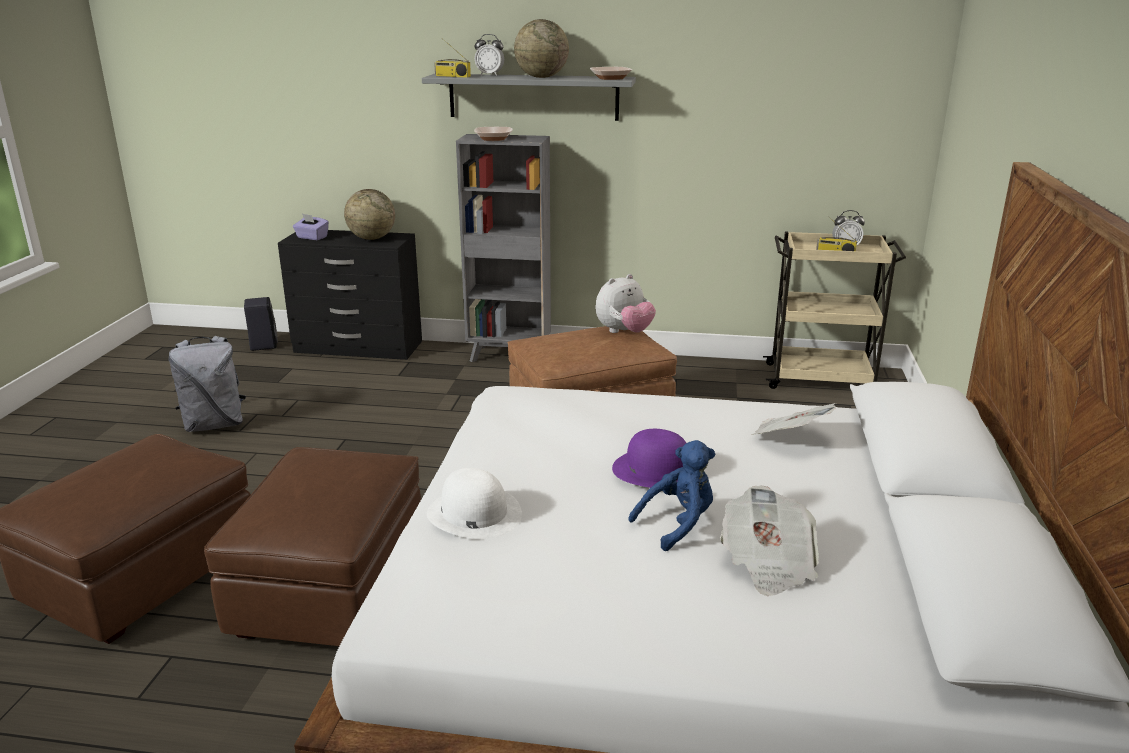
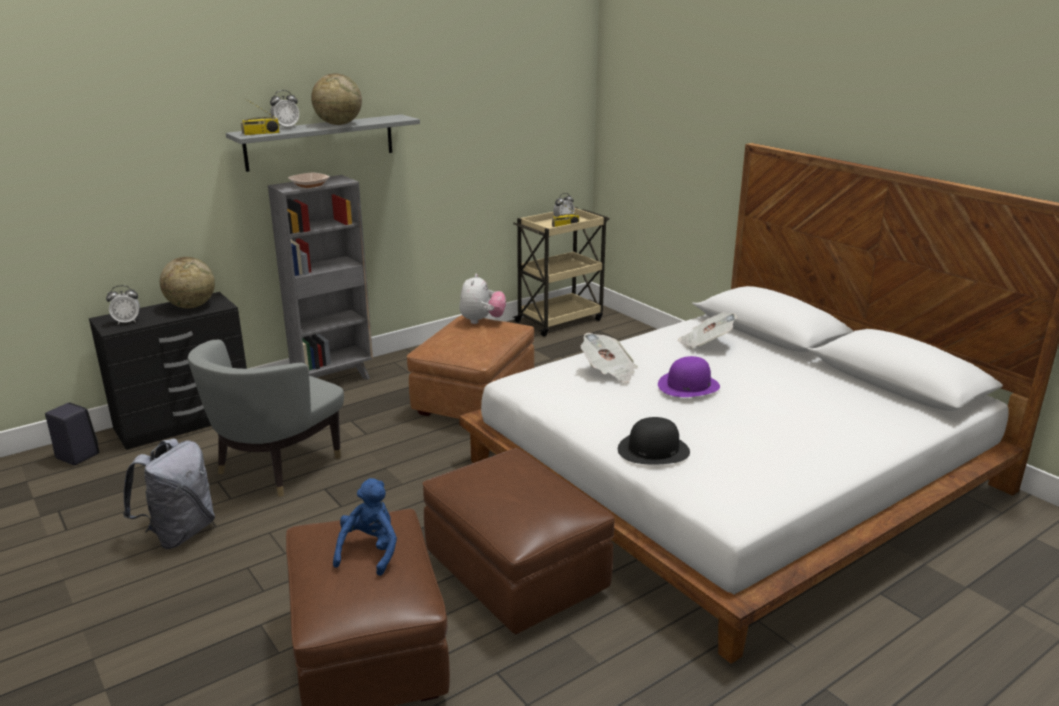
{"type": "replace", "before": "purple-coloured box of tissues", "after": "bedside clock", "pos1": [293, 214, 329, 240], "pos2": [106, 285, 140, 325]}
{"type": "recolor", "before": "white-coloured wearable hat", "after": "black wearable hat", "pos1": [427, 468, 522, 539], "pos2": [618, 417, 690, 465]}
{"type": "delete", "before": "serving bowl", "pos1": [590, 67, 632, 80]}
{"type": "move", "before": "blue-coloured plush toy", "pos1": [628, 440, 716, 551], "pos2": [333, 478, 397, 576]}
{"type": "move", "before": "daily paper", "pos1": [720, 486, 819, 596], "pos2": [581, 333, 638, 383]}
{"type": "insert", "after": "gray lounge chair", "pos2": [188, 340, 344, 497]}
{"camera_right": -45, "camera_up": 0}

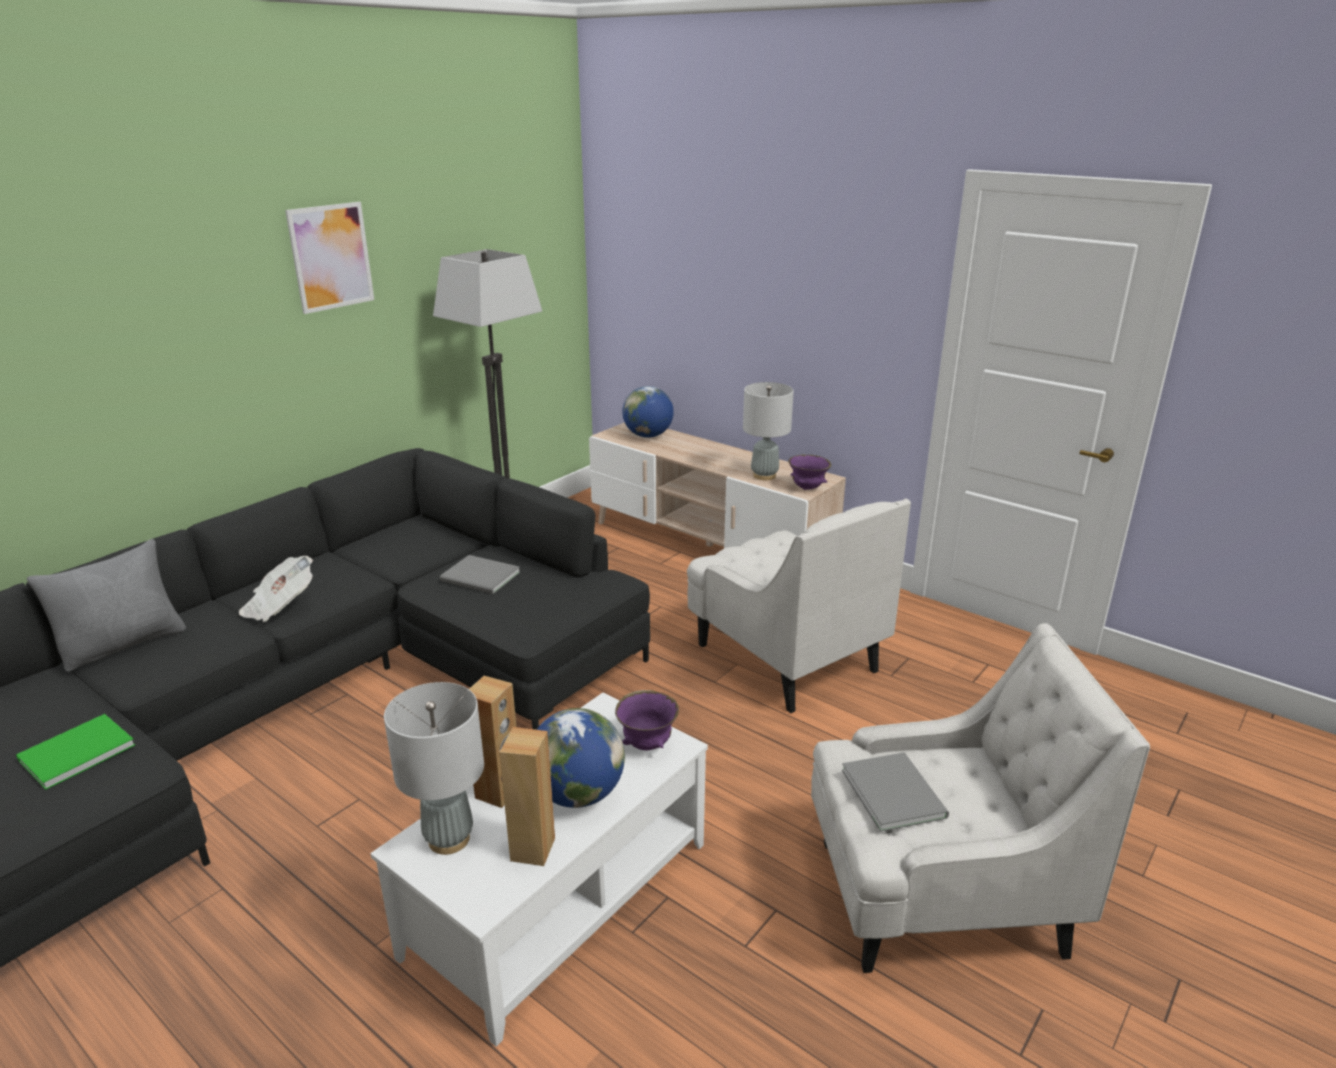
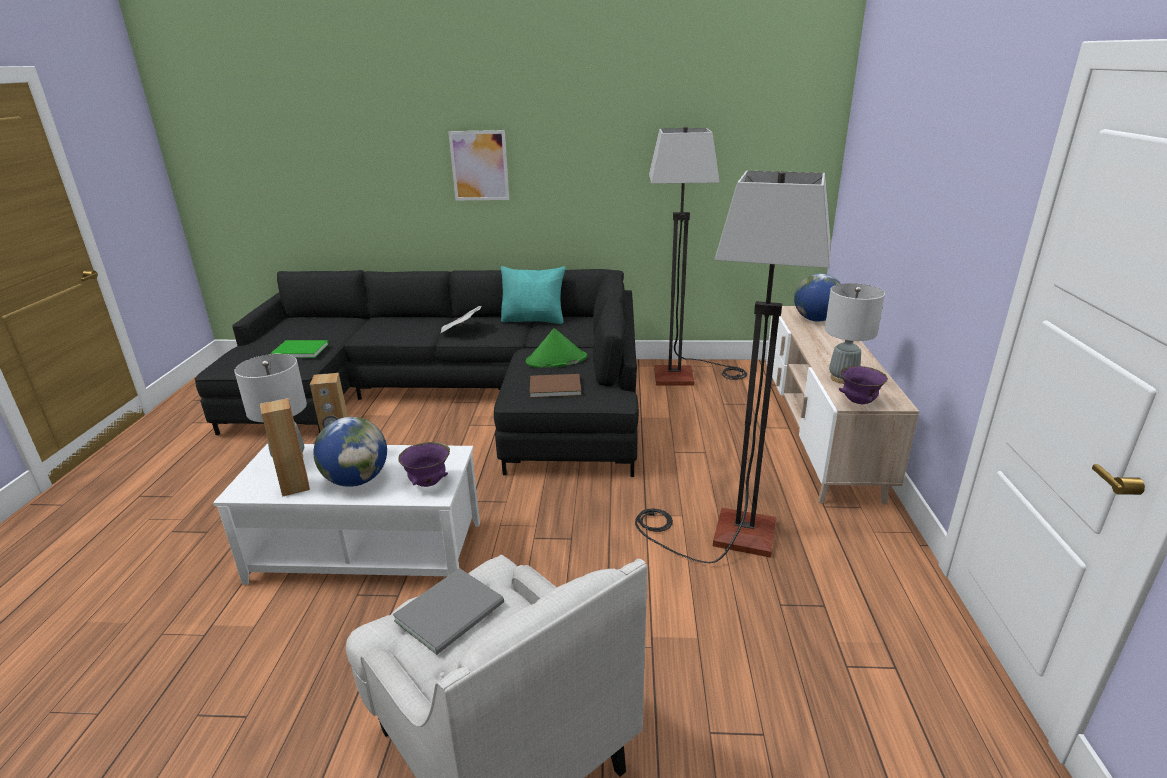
{"type": "delete", "before": "gray pillow", "pos1": [27, 539, 186, 672]}
{"type": "move", "before": "picture", "pos1": [285, 202, 374, 314], "pos2": [448, 130, 509, 200]}
{"type": "replace", "before": "gray volume", "after": "green wearable hat", "pos1": [440, 555, 520, 594], "pos2": [526, 328, 587, 368]}
{"type": "replace", "before": "white-coloured lounge chair", "after": "floor lamp", "pos1": [687, 498, 911, 713], "pos2": [635, 171, 831, 563]}
{"type": "insert", "after": "blue-green pillow", "pos2": [501, 266, 565, 324]}
{"type": "insert", "after": "brown volume", "pos2": [530, 374, 581, 398]}
{"camera_right": 55, "camera_up": 0}

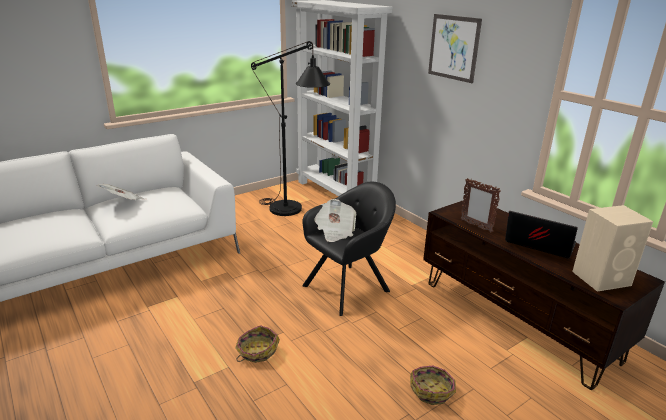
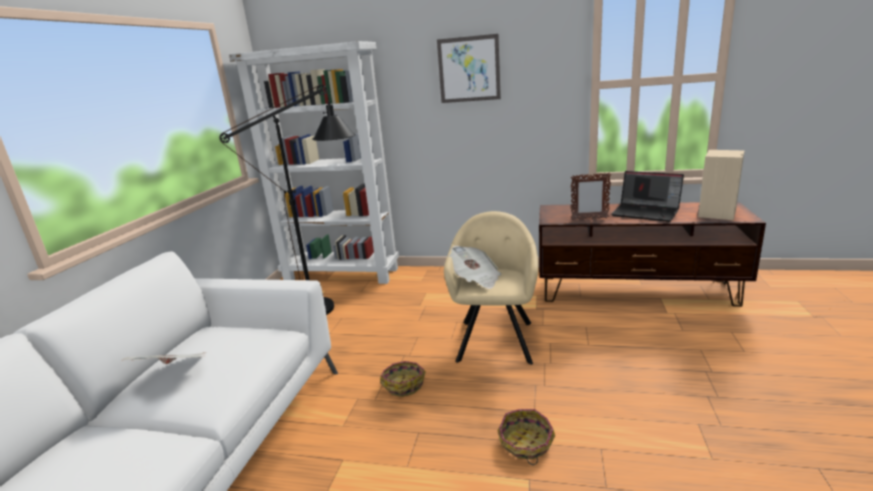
{"type": "recolor", "before": "black lounge chair", "after": "beige lounge chair", "pos1": [302, 182, 396, 316], "pos2": [444, 211, 539, 364]}
{"type": "move", "before": "basket", "pos1": [410, 366, 456, 405], "pos2": [380, 361, 426, 397]}
{"type": "rotate", "before": "portable computer", "pos1": [505, 211, 578, 258], "pos2": [611, 171, 684, 222], "turn": -135}
{"camera_right": -40, "camera_up": -5}

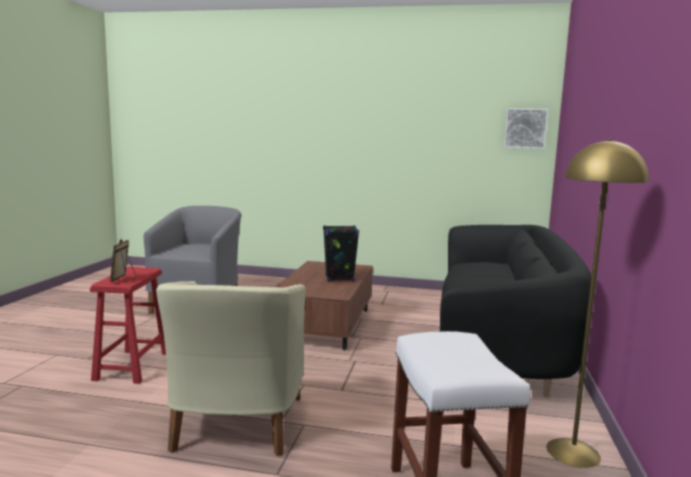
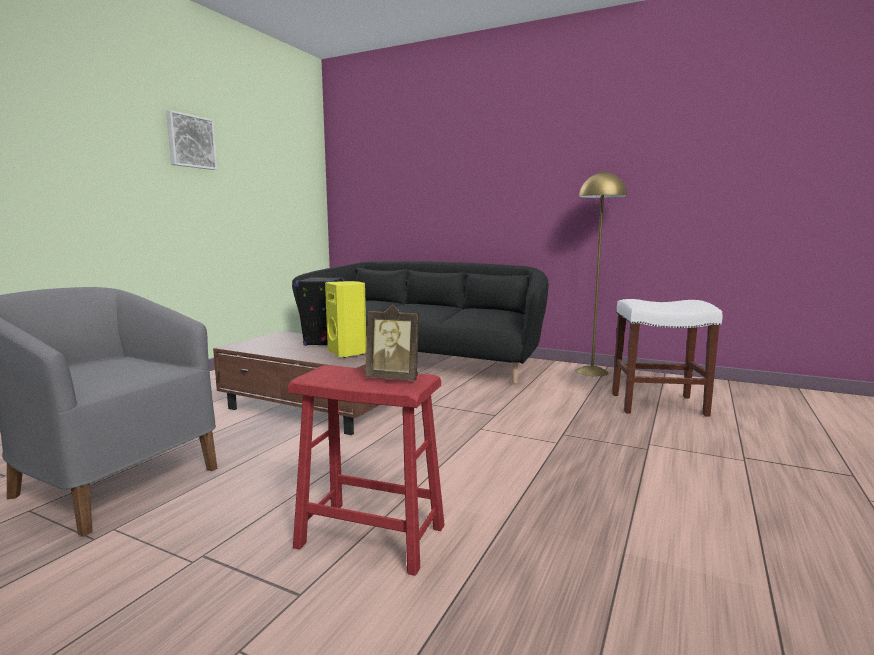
{"type": "delete", "before": "beige lounge chair", "pos1": [156, 281, 306, 456]}
{"type": "move", "before": "picture", "pos1": [504, 108, 548, 149], "pos2": [166, 110, 217, 170]}
{"type": "insert", "after": "yellow-coloured speaker", "pos2": [325, 281, 367, 358]}
{"camera_right": -75, "camera_up": 0}

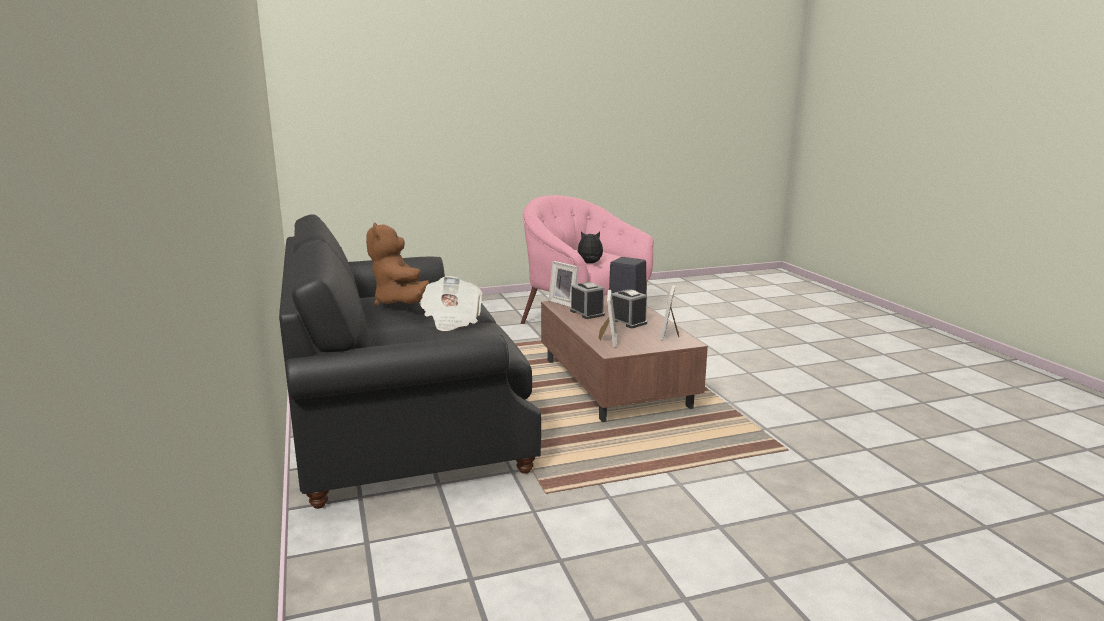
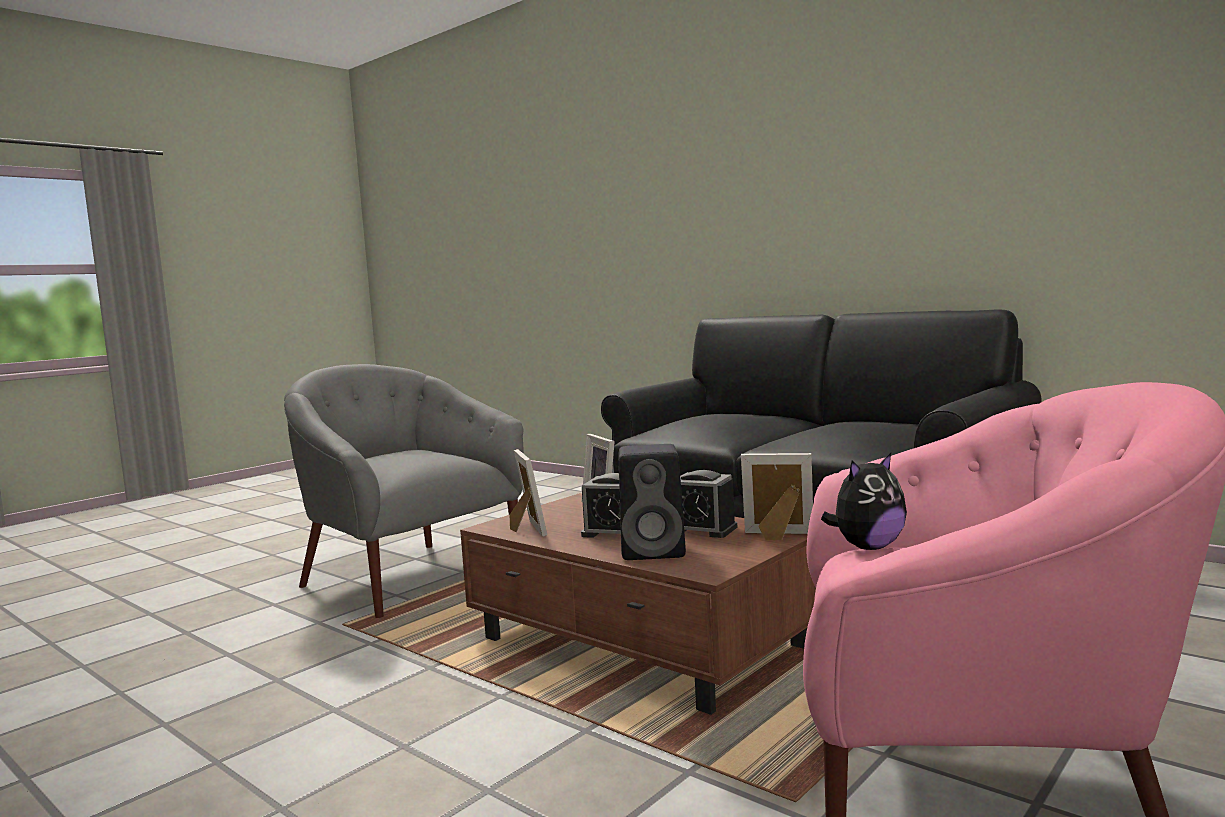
{"type": "delete", "before": "brown plush toy", "pos1": [366, 223, 429, 306]}
{"type": "delete", "before": "daily paper", "pos1": [420, 276, 483, 331]}
{"type": "insert", "after": "gray lounge chair", "pos2": [284, 364, 524, 618]}
{"camera_right": 150, "camera_up": -10}

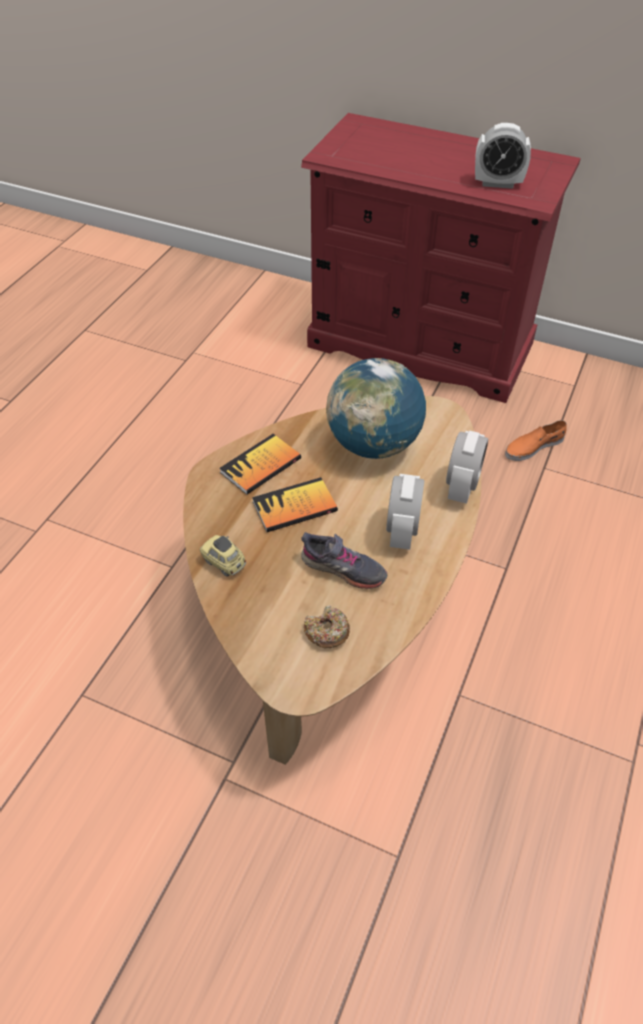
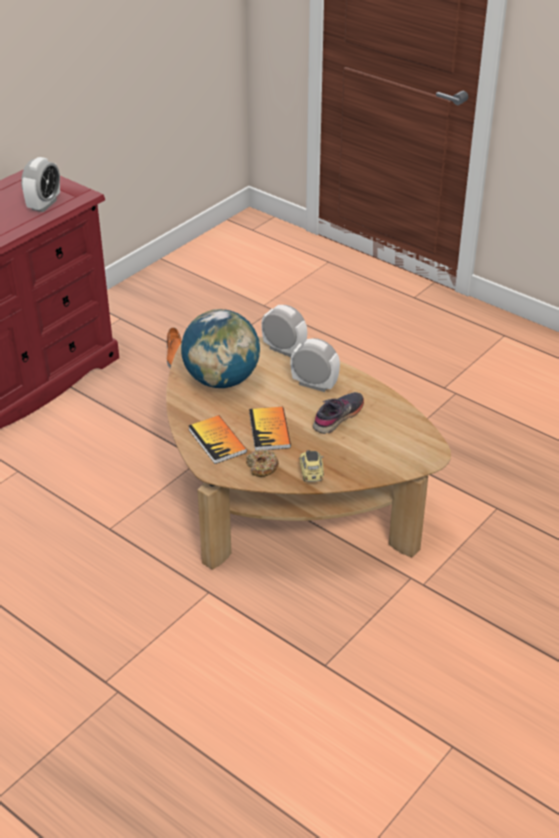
{"type": "rotate", "before": "miniature car", "pos1": [200, 535, 246, 577], "pos2": [299, 450, 324, 482], "turn": 120}
{"type": "move", "before": "ring doughnut", "pos1": [304, 605, 350, 648], "pos2": [246, 449, 279, 477]}
{"camera_right": -75, "camera_up": -10}

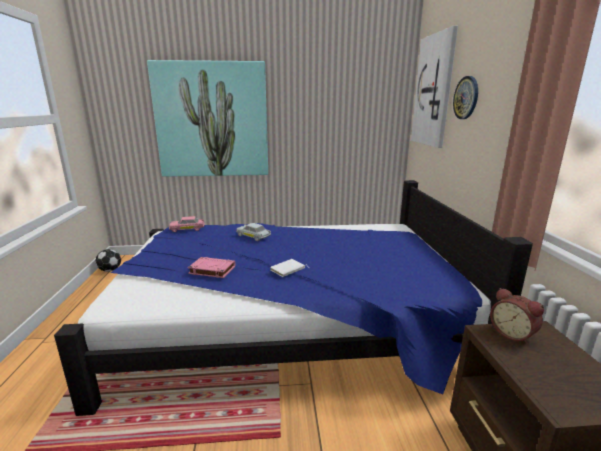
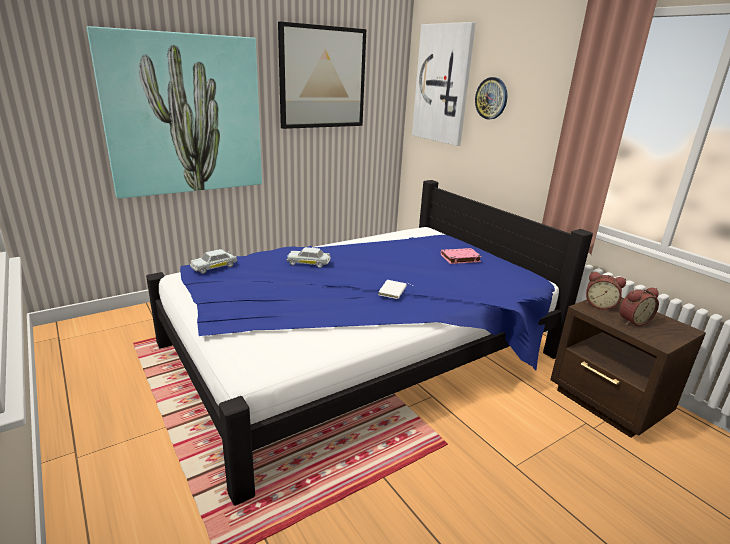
{"type": "delete", "before": "ball for football", "pos1": [95, 249, 121, 272]}
{"type": "recolor", "before": "pinkish miniature car", "after": "white-coloured miniature car", "pos1": [169, 216, 205, 232], "pos2": [190, 249, 238, 274]}
{"type": "move", "before": "pinkish volume", "pos1": [188, 257, 236, 278], "pos2": [441, 248, 482, 264]}
{"type": "insert", "after": "picture", "pos2": [278, 22, 366, 129]}
{"type": "insert", "after": "bedside clock", "pos2": [619, 288, 659, 326]}
{"camera_right": -30, "camera_up": 5}

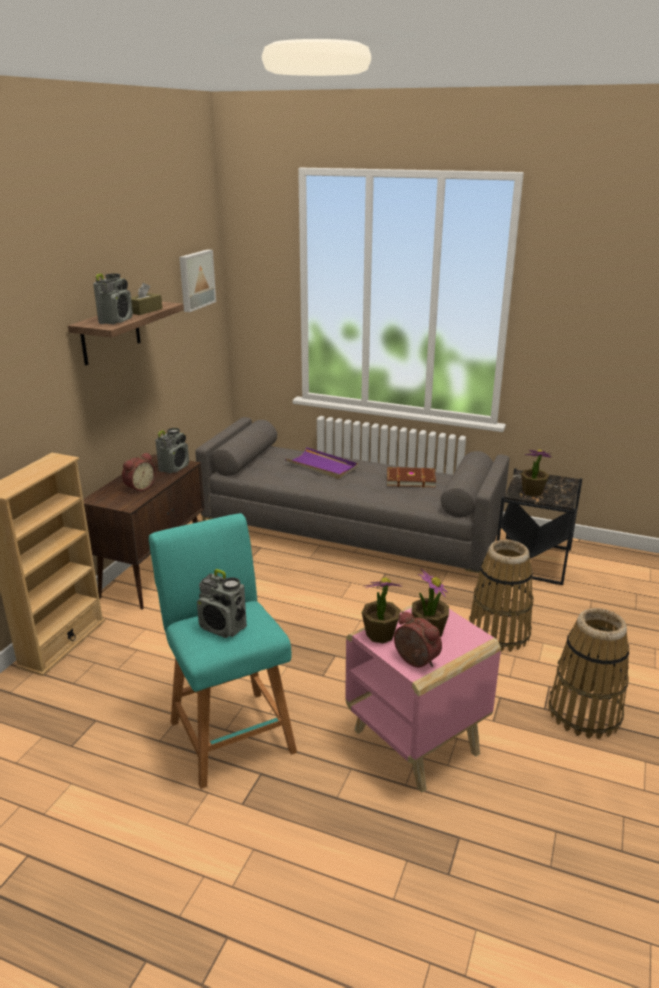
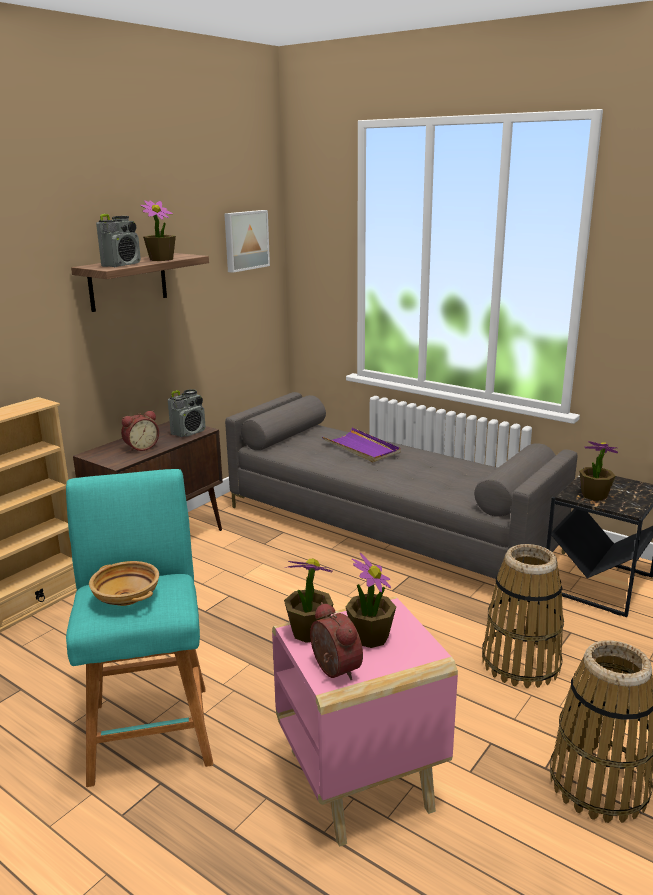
{"type": "replace", "before": "brown box of tissues", "after": "houseplant", "pos1": [131, 283, 162, 315], "pos2": [140, 200, 176, 261]}
{"type": "replace", "before": "radio receiver", "after": "beige serving bowl", "pos1": [197, 569, 247, 638], "pos2": [89, 561, 159, 606]}
{"type": "delete", "before": "brown volume", "pos1": [387, 467, 436, 488]}
{"camera_right": 15, "camera_up": -5}

